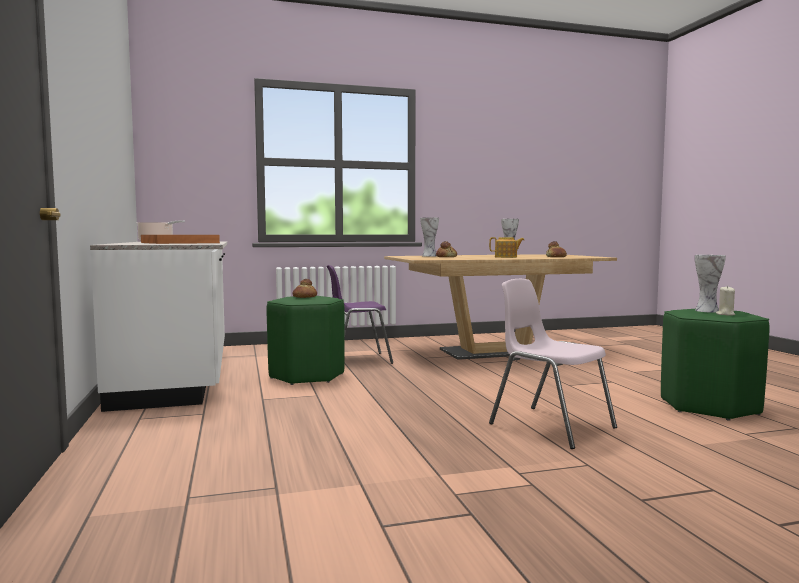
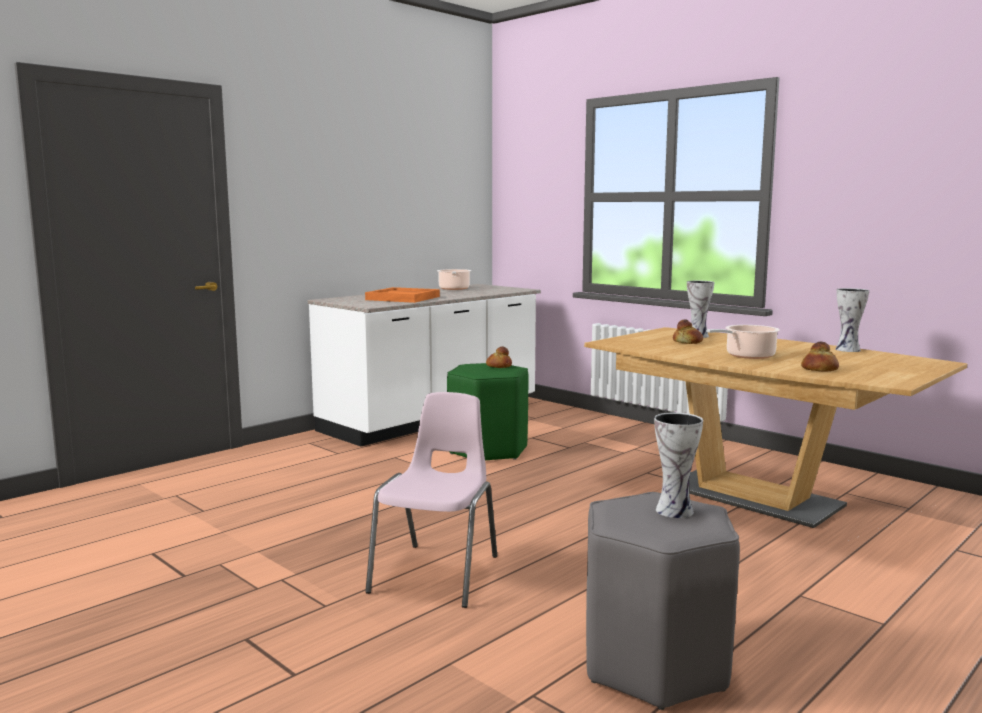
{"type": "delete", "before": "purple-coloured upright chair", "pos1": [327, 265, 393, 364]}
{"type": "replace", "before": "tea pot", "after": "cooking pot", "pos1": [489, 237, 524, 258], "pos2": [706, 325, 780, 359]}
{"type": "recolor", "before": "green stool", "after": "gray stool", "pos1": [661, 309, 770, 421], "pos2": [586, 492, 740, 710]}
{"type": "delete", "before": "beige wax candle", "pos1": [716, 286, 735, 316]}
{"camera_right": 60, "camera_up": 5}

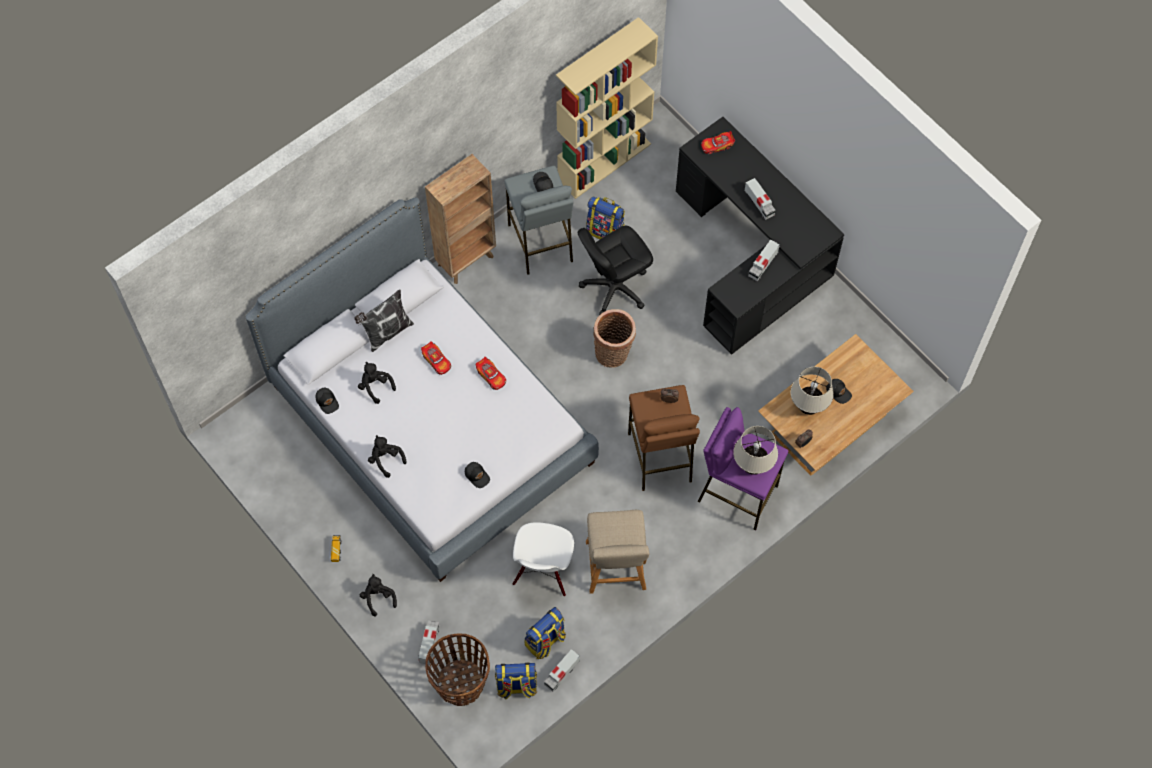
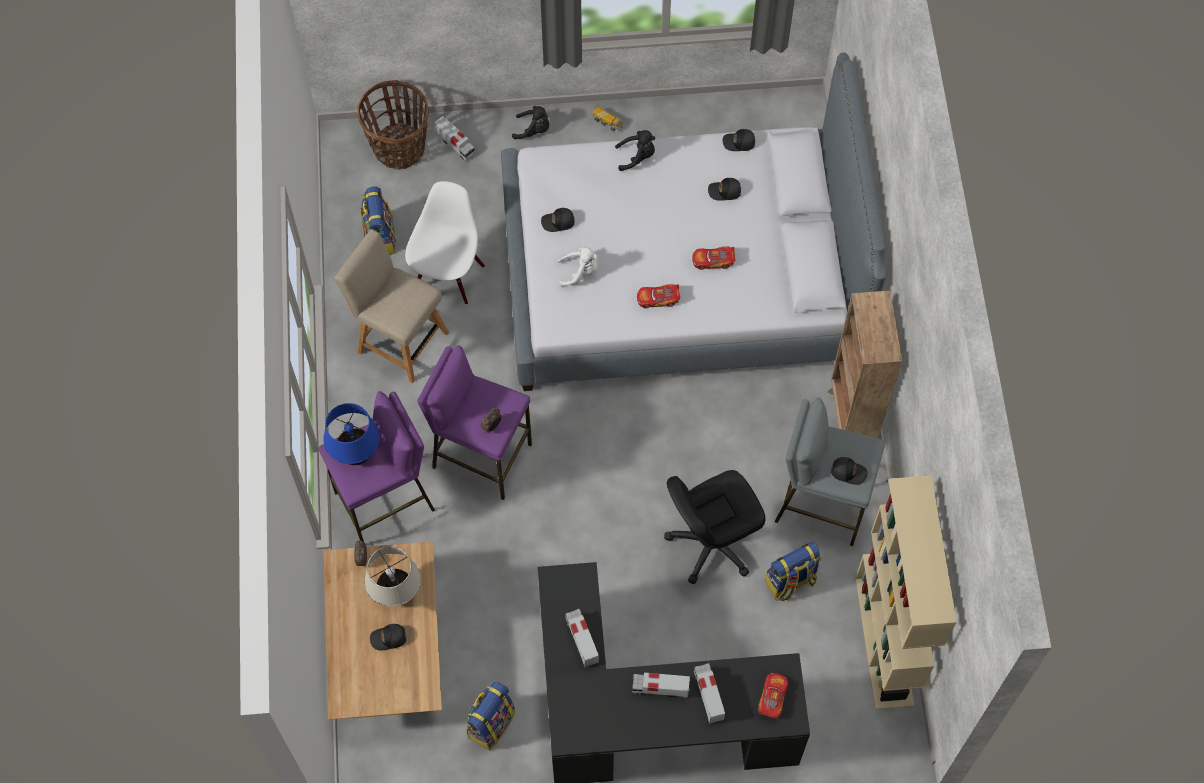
{"type": "delete", "before": "pillow", "pos1": [354, 289, 414, 352]}
{"type": "replace", "before": "black plush toy", "after": "black baseball cap", "pos1": [358, 362, 396, 404], "pos2": [708, 178, 741, 201]}
{"type": "move", "before": "knapsack", "pos1": [495, 663, 537, 699], "pos2": [465, 682, 515, 750]}
{"type": "rotate", "before": "white-coloured upright chair", "pos1": [513, 522, 574, 596], "pos2": [405, 181, 485, 305], "turn": 60}
{"type": "move", "before": "model truck", "pos1": [544, 649, 580, 692], "pos2": [694, 663, 725, 724]}
{"type": "rotate", "before": "black desk chair", "pos1": [578, 226, 653, 315], "pos2": [664, 470, 766, 584], "turn": -120}
{"type": "delete", "before": "basket", "pos1": [593, 309, 636, 368]}
{"type": "recolor", "before": "brown stool", "after": "purple-coloured stool", "pos1": [628, 385, 700, 491], "pos2": [417, 345, 532, 500]}
{"type": "recolor", "before": "beige lamp for a table", "after": "blue-coloured lamp for a table", "pos1": [733, 426, 778, 475], "pos2": [323, 403, 380, 465]}
{"type": "insert", "after": "white-coloured plush toy", "pos2": [558, 247, 598, 287]}
{"camera_right": 125, "camera_up": 0}

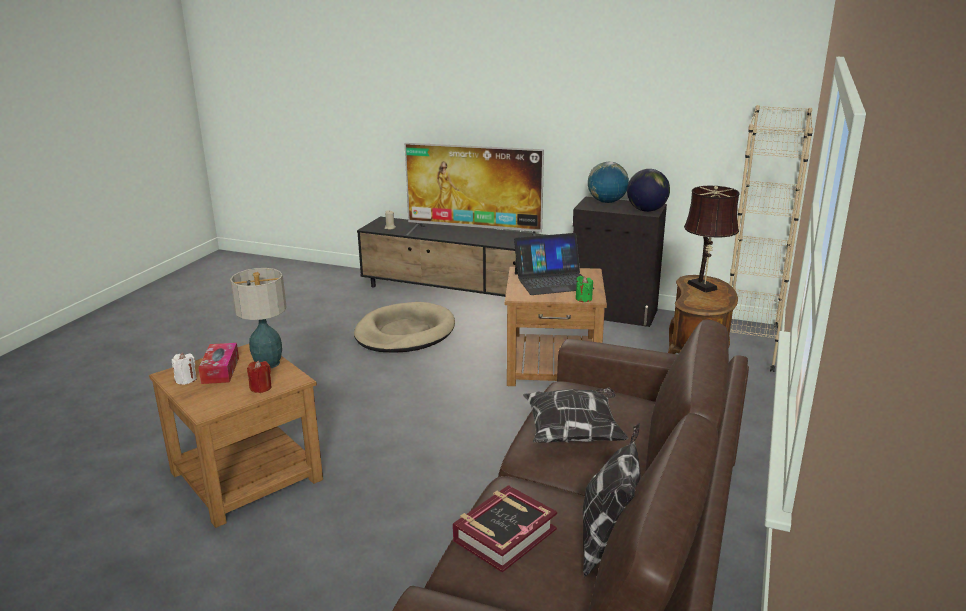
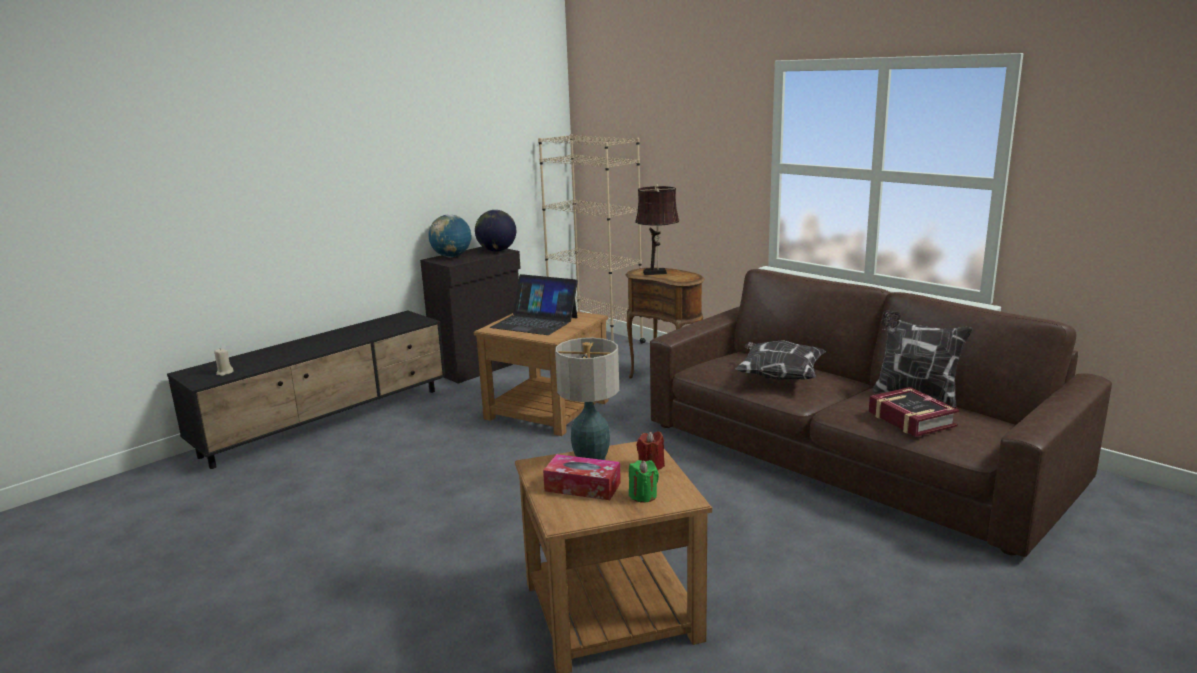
{"type": "delete", "before": "white-coloured wax candle", "pos1": [172, 353, 197, 385]}
{"type": "delete", "before": "beige pet bed", "pos1": [354, 302, 455, 353]}
{"type": "delete", "before": "television", "pos1": [405, 143, 544, 236]}
{"type": "rotate", "before": "portable computer", "pos1": [514, 233, 594, 295], "pos2": [490, 274, 578, 335], "turn": 105}
{"type": "move", "before": "green wax candle", "pos1": [576, 276, 593, 302], "pos2": [629, 460, 659, 503]}
{"camera_right": -65, "camera_up": -5}

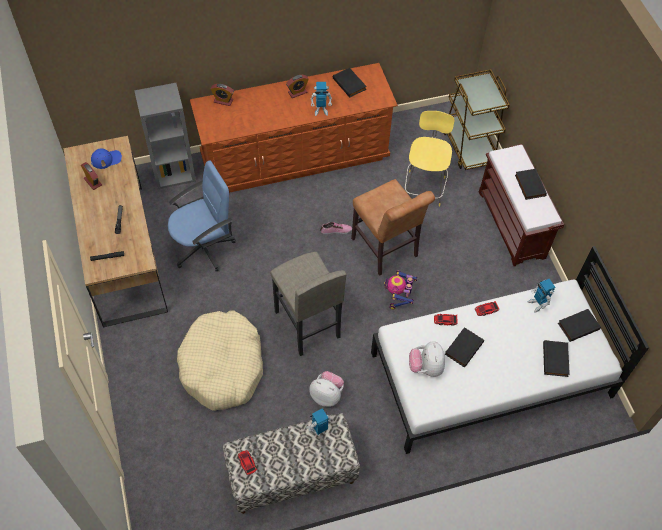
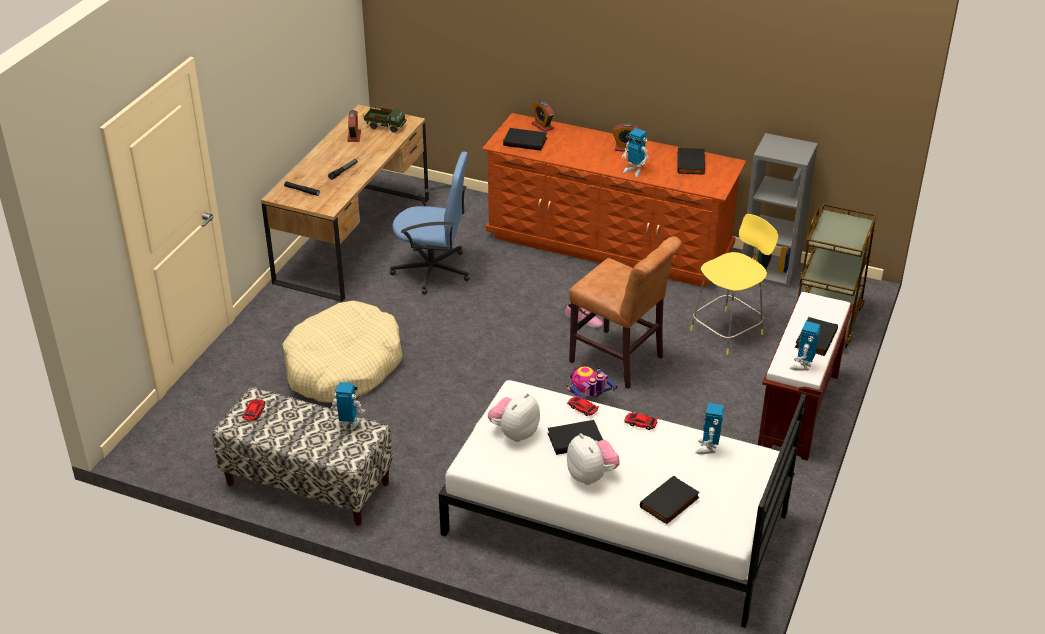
{"type": "replace", "before": "blue-coloured baseball cap", "after": "model truck", "pos1": [91, 148, 122, 169], "pos2": [363, 107, 407, 133]}
{"type": "move", "before": "gray bookshelf", "pos1": [134, 83, 196, 189], "pos2": [742, 133, 818, 288]}
{"type": "delete", "before": "gray stool", "pos1": [270, 252, 346, 356]}
{"type": "move", "before": "plush toy", "pos1": [309, 371, 344, 407], "pos2": [567, 433, 620, 485]}
{"type": "rotate", "before": "brown upright chair", "pos1": [351, 179, 435, 276], "pos2": [569, 236, 682, 389], "turn": -60}
{"type": "move", "before": "black volume", "pos1": [558, 309, 601, 342], "pos2": [503, 128, 547, 151]}
{"type": "insert", "after": "toy robot", "pos2": [790, 321, 820, 371]}
{"camera_right": 40, "camera_up": -20}

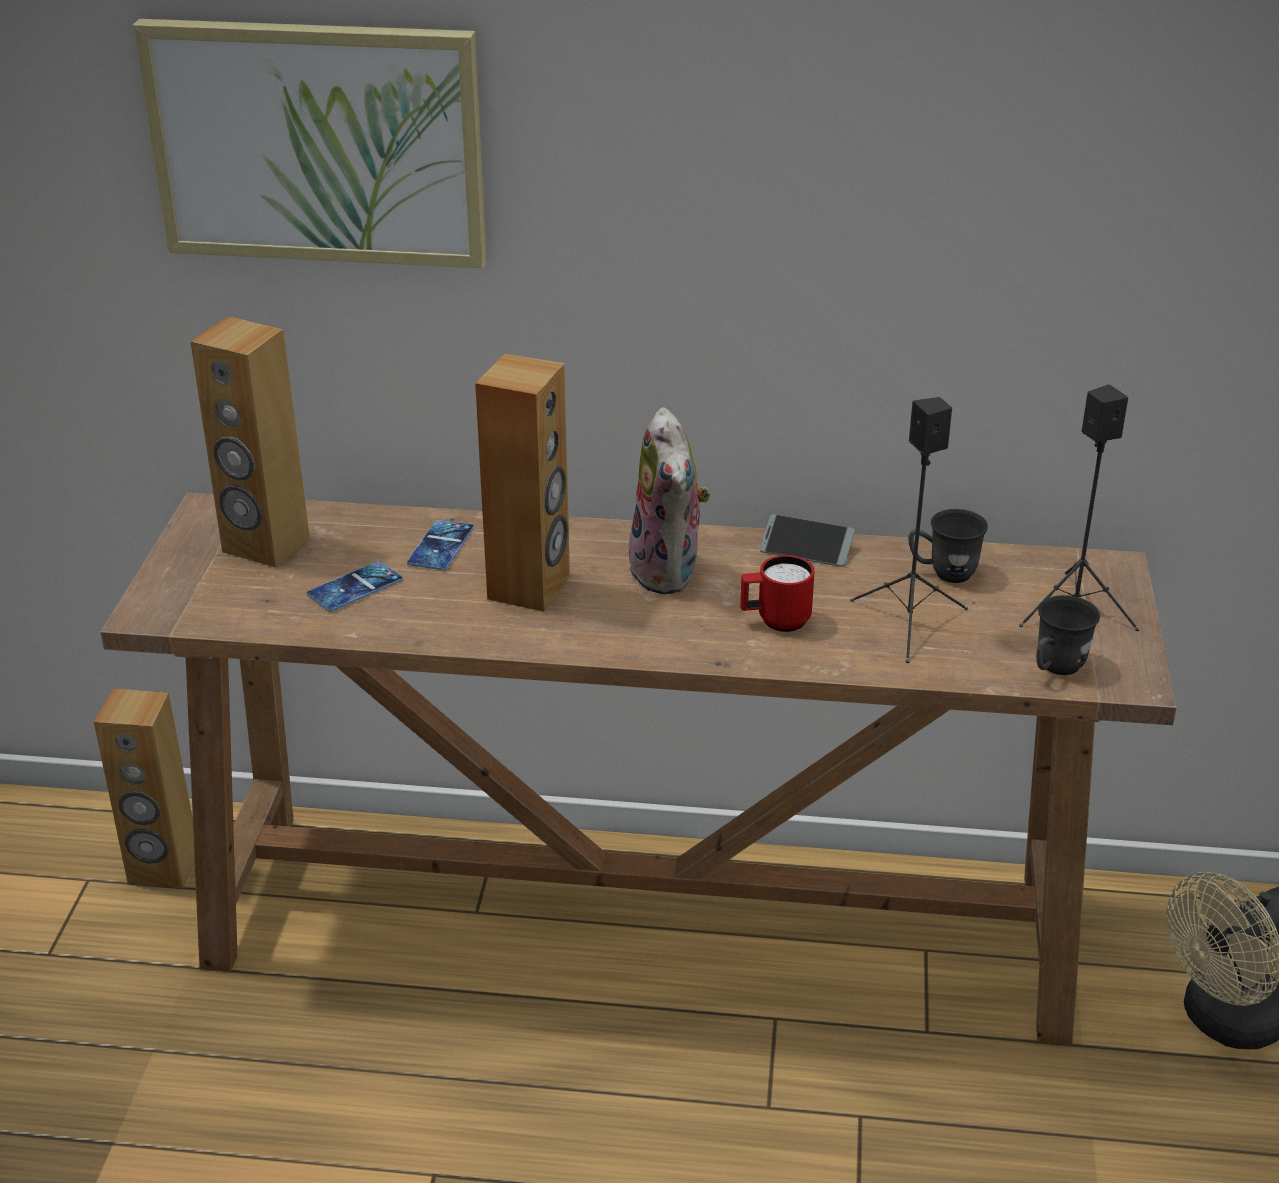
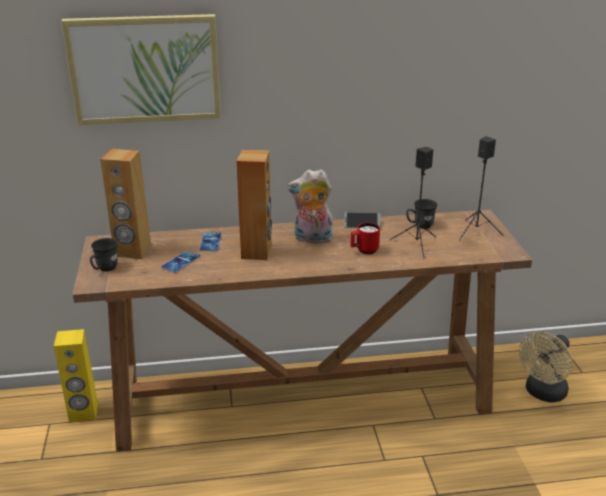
{"type": "recolor", "before": "brown speaker", "after": "yellow-coloured speaker", "pos1": [94, 689, 195, 888], "pos2": [54, 329, 98, 422]}
{"type": "rotate", "before": "plush toy", "pos1": [626, 407, 710, 594], "pos2": [287, 169, 333, 243], "turn": 120}
{"type": "move", "before": "gray tea mug", "pos1": [1036, 595, 1100, 675], "pos2": [90, 238, 118, 271]}
{"camera_right": -15, "camera_up": -5}

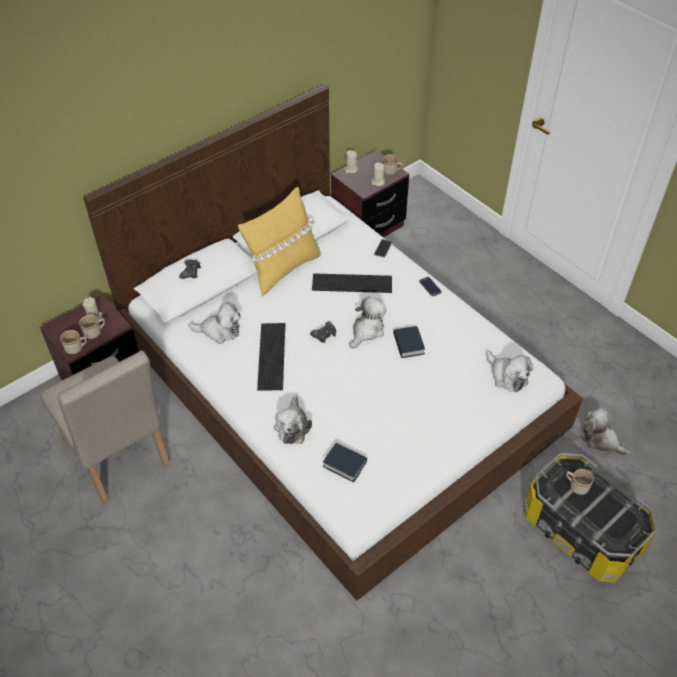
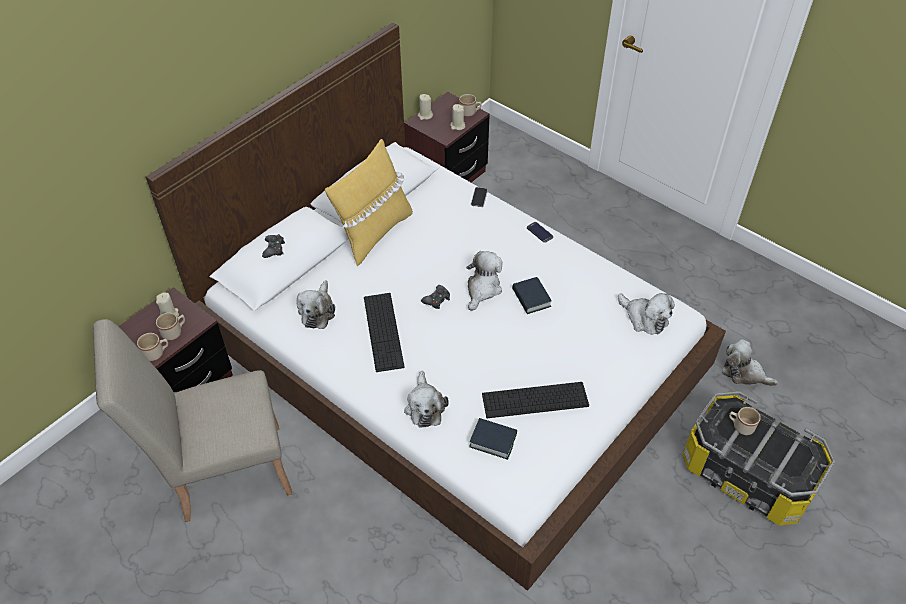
{"type": "rotate", "before": "beige upright chair", "pos1": [41, 351, 170, 503], "pos2": [93, 319, 292, 522], "turn": 120}
{"type": "rotate", "before": "plush toy", "pos1": [188, 302, 241, 344], "pos2": [296, 280, 335, 329], "turn": 105}
{"type": "move", "before": "PC keyboard", "pos1": [312, 274, 392, 293], "pos2": [482, 382, 589, 418]}
{"camera_right": -10, "camera_up": 0}

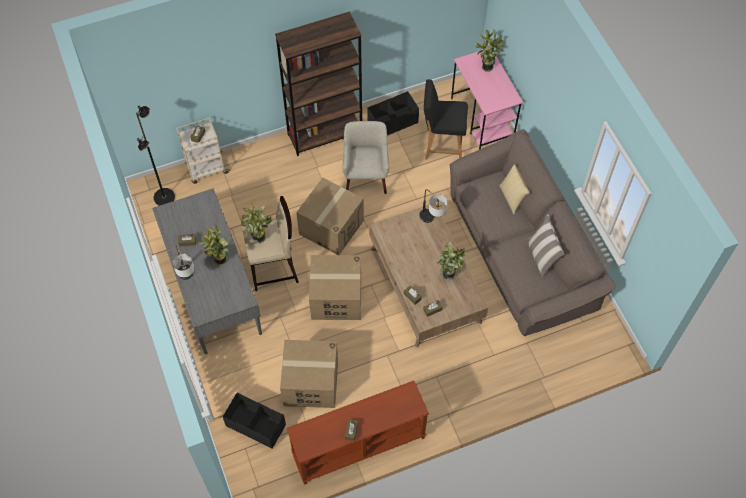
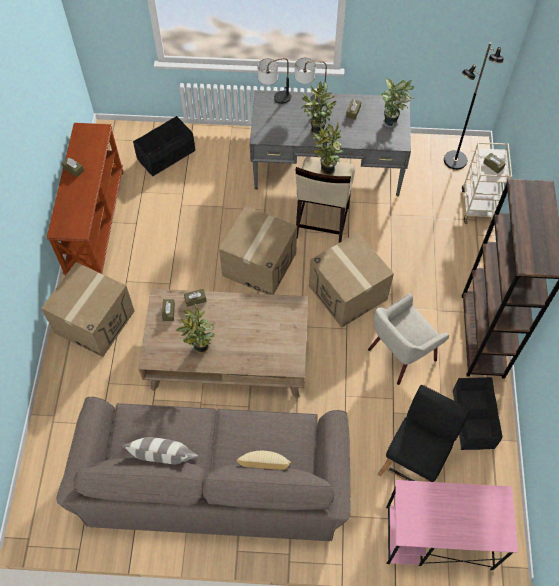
{"type": "move", "before": "packing box", "pos1": [280, 340, 338, 408], "pos2": [41, 262, 135, 357]}
{"type": "rotate", "before": "beige lounge chair", "pos1": [343, 121, 389, 194], "pos2": [368, 293, 449, 385], "turn": 120}
{"type": "move", "before": "lamp for a table", "pos1": [419, 189, 448, 223], "pos2": [258, 58, 291, 104]}
{"type": "move", "before": "houseplant", "pos1": [476, 29, 503, 72], "pos2": [381, 78, 414, 127]}
{"camera_right": 115, "camera_up": 0}

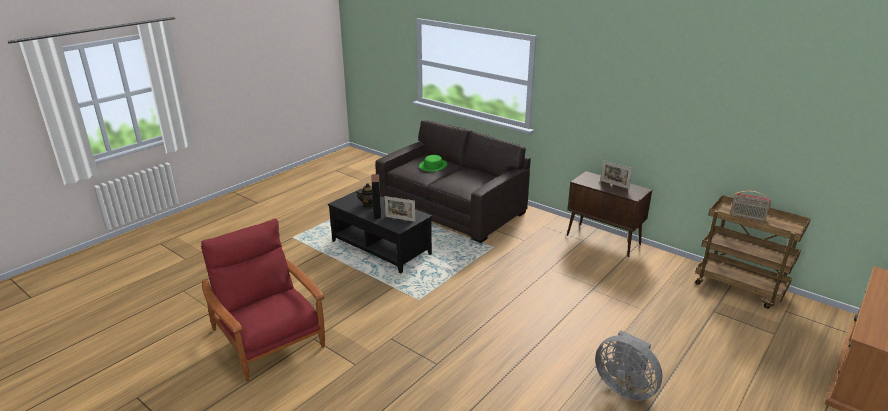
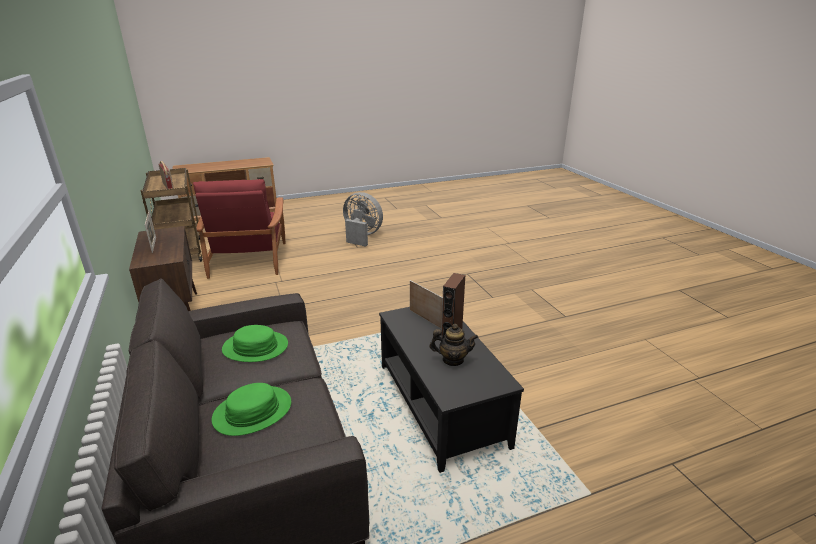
{"type": "move", "before": "red lounge chair", "pos1": [201, 219, 325, 381], "pos2": [193, 179, 285, 279]}
{"type": "rotate", "before": "gray electric fan", "pos1": [595, 330, 662, 401], "pos2": [343, 192, 383, 247], "turn": -45}
{"type": "insert", "after": "green wearable hat", "pos2": [222, 325, 288, 362]}
{"camera_right": -150, "camera_up": 0}

